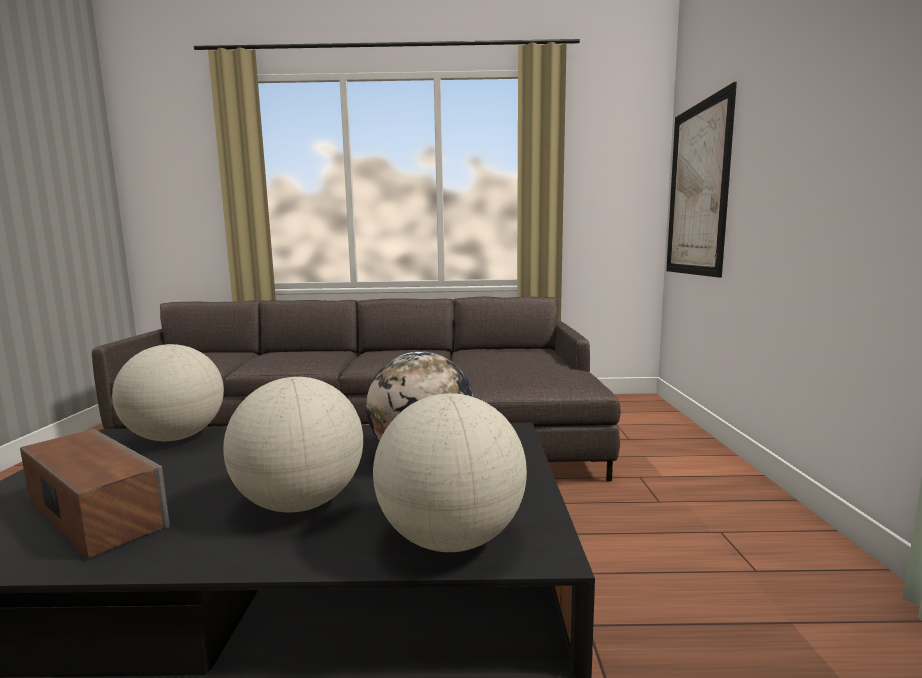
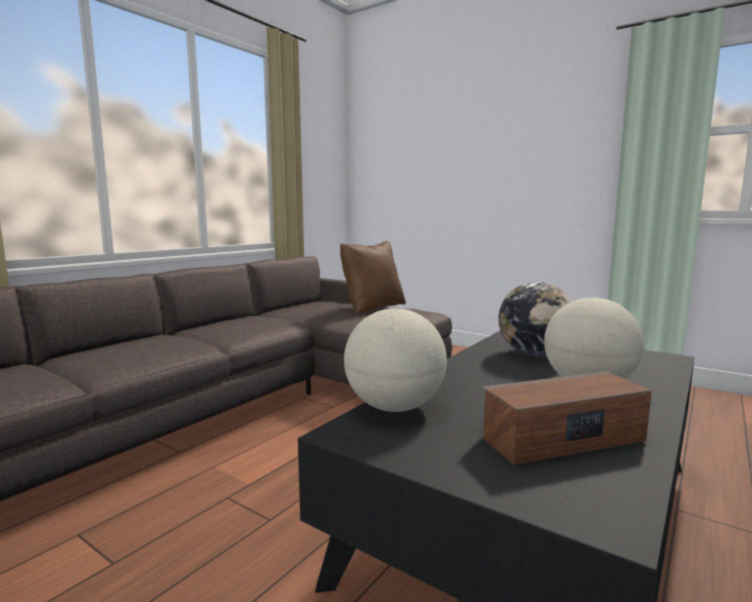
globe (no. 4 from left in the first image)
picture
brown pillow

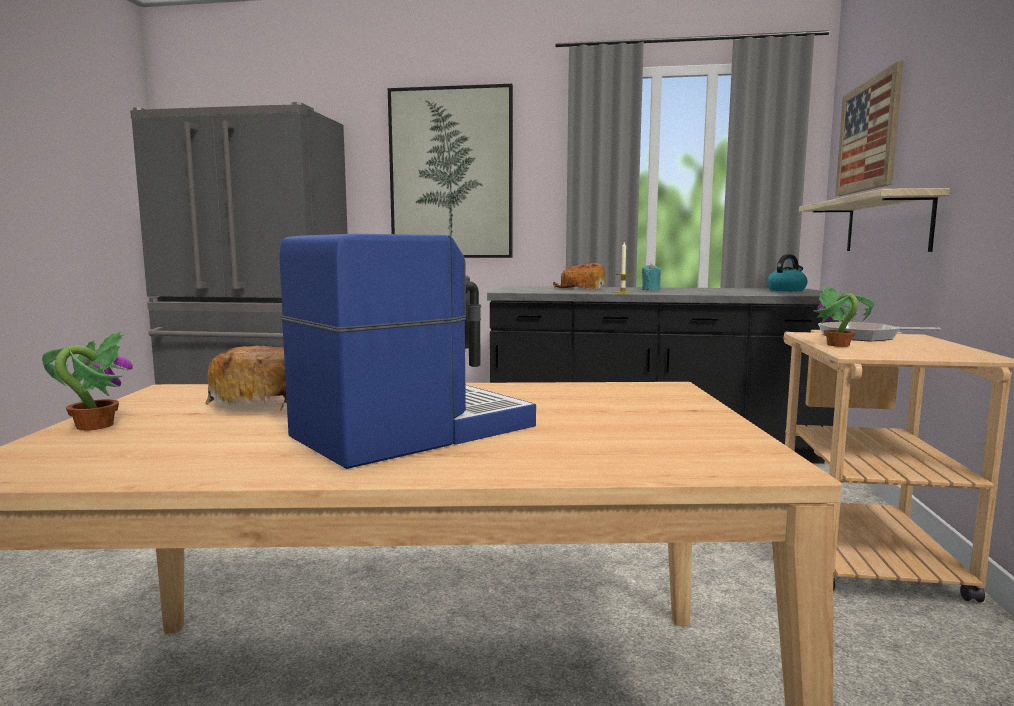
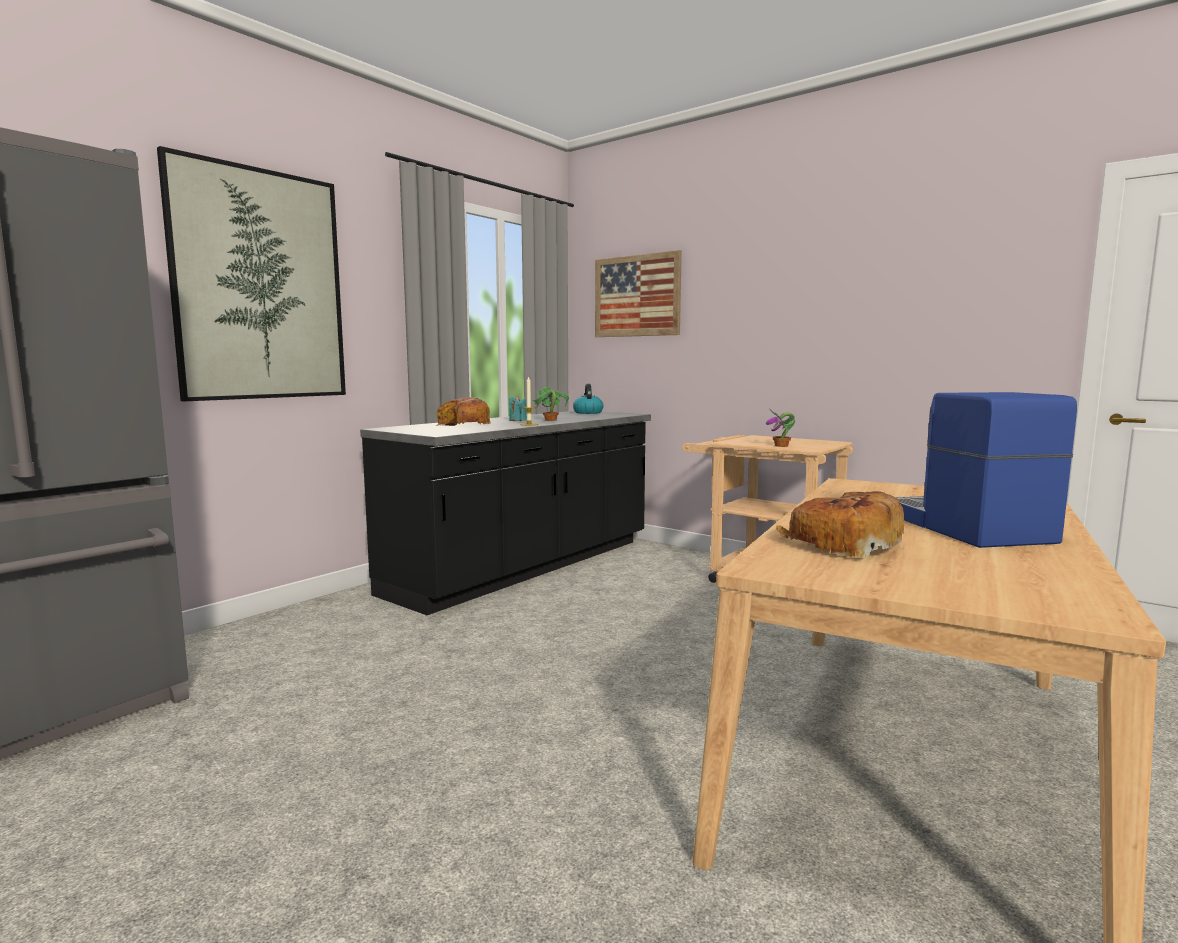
potted plant (no. 1 from left)
shelf
frying pan

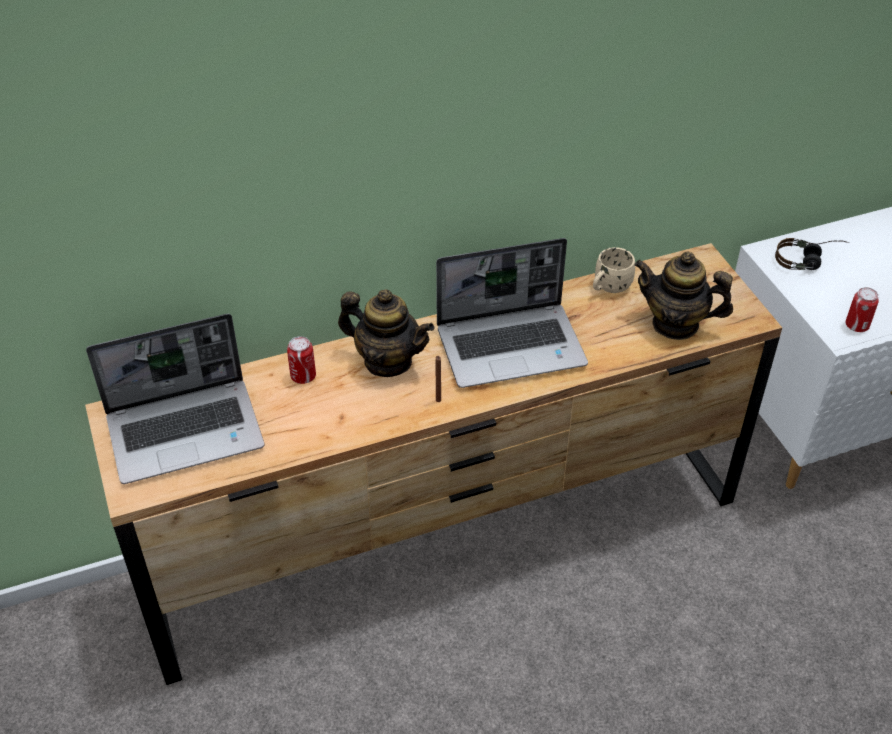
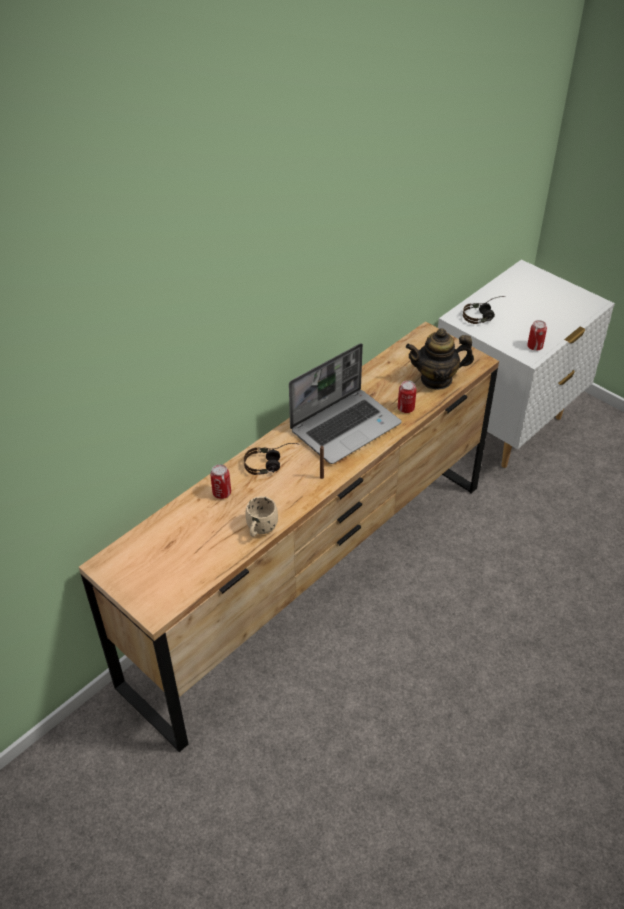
laptop (no. 1 from left in the first image)
headphones (no. 1 from left)
beige mug
can (no. 2 from left)

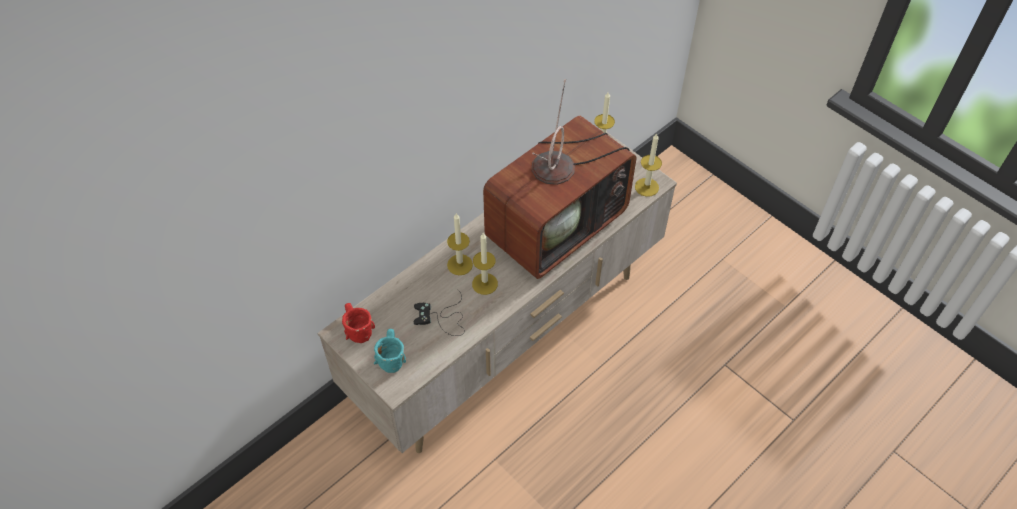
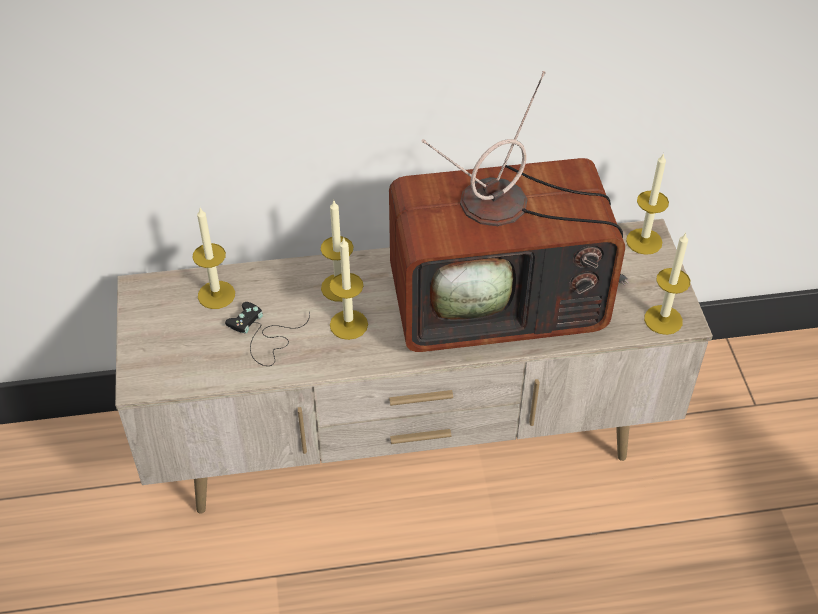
red mug
turquoise mug
candle (no. 1 from left)

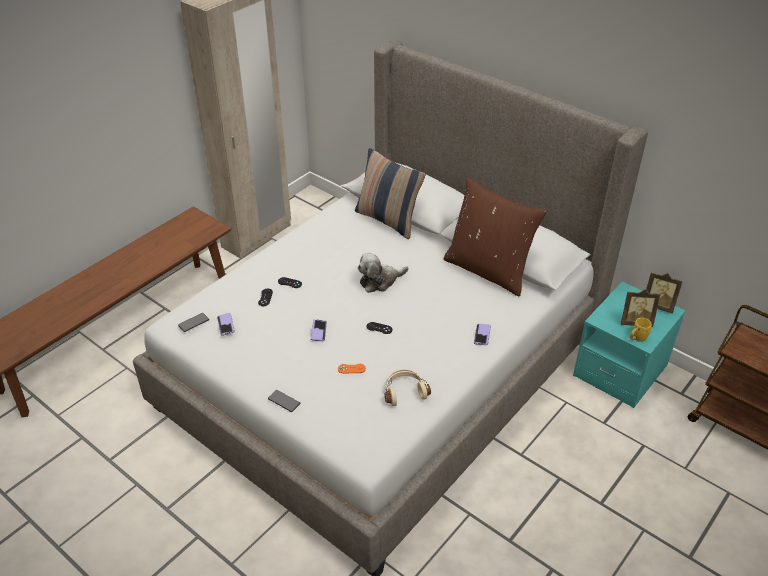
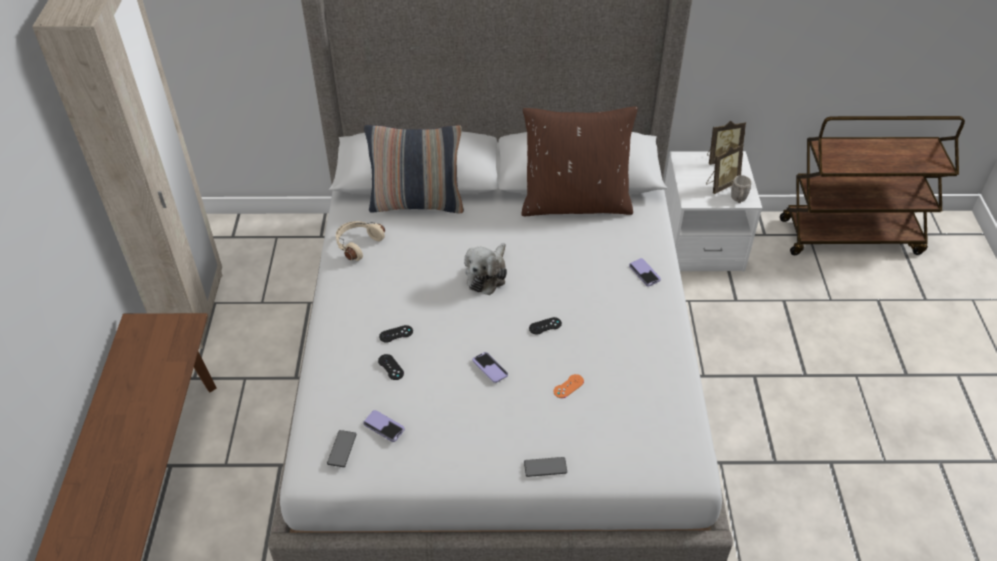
beige headphones
white nightstand
grey mug

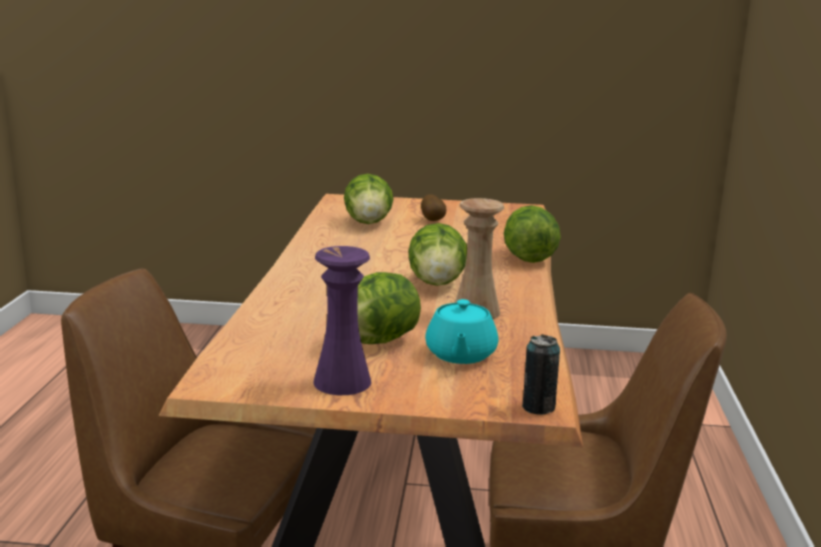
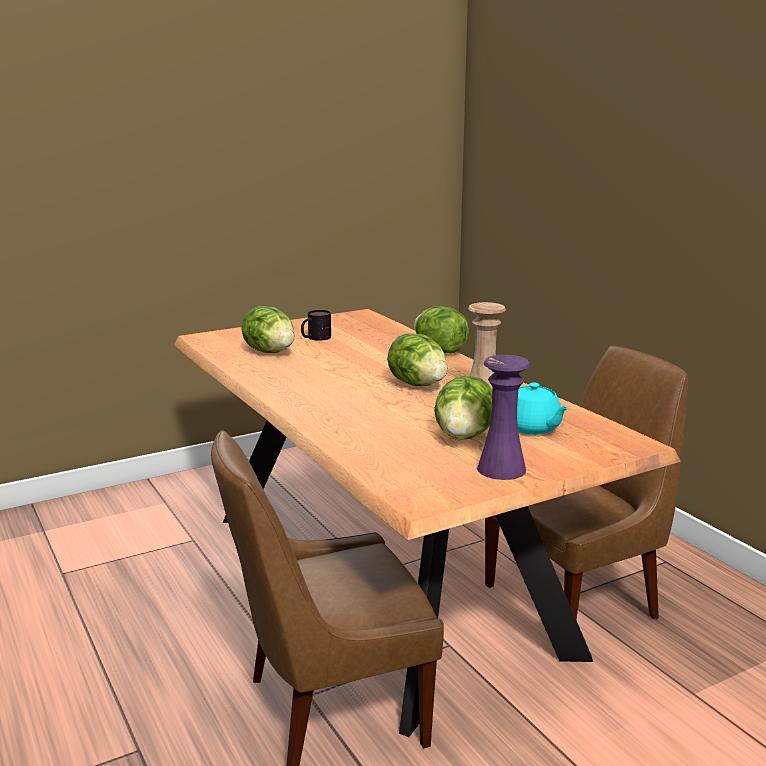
mug
can

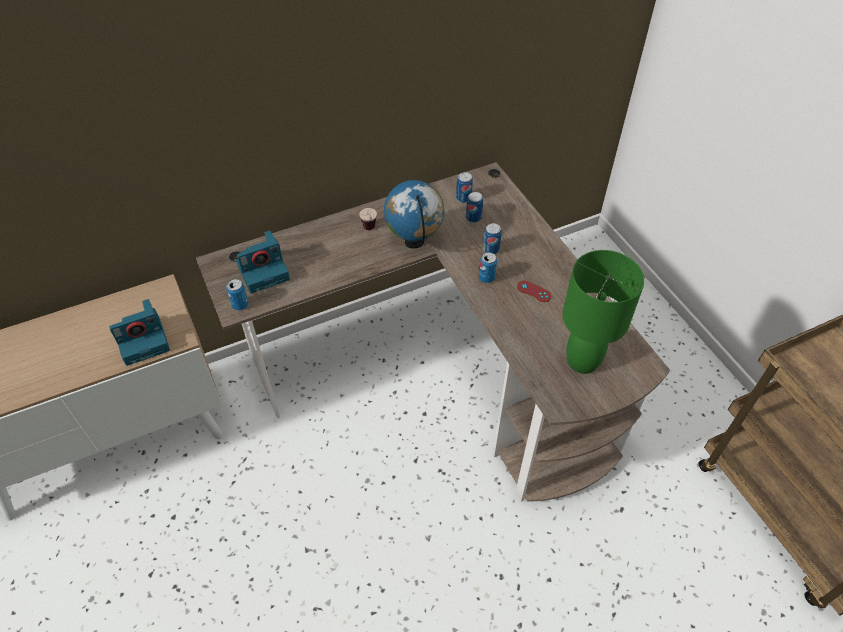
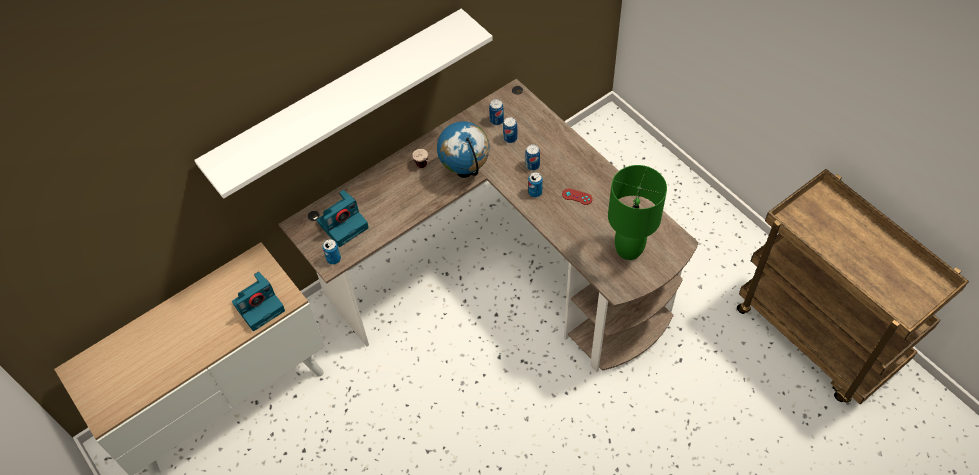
white shelf

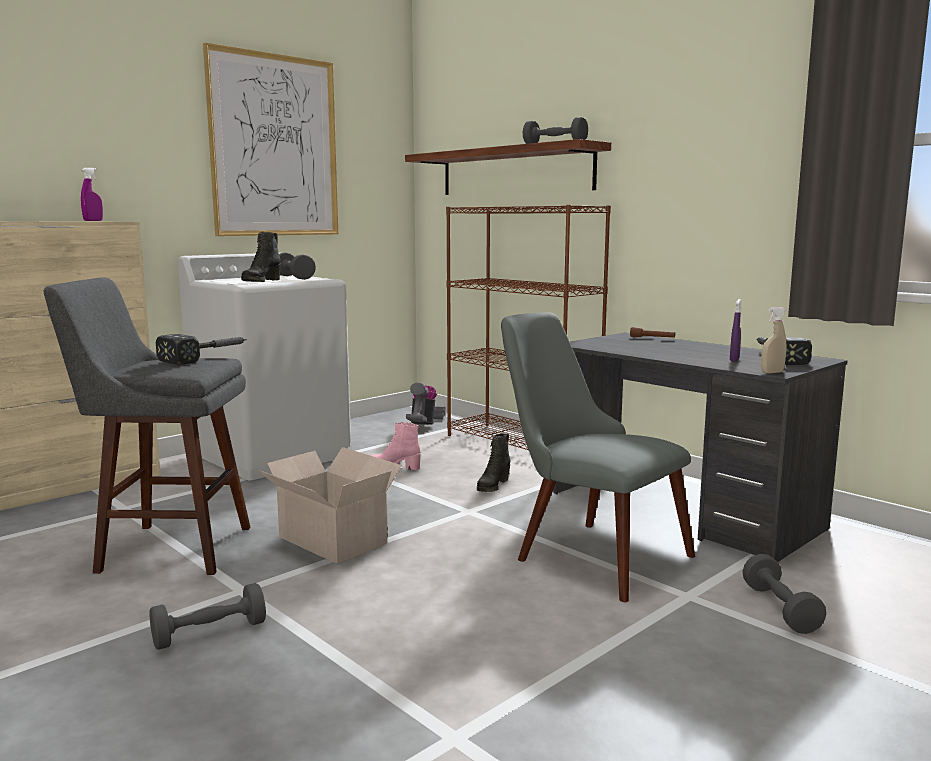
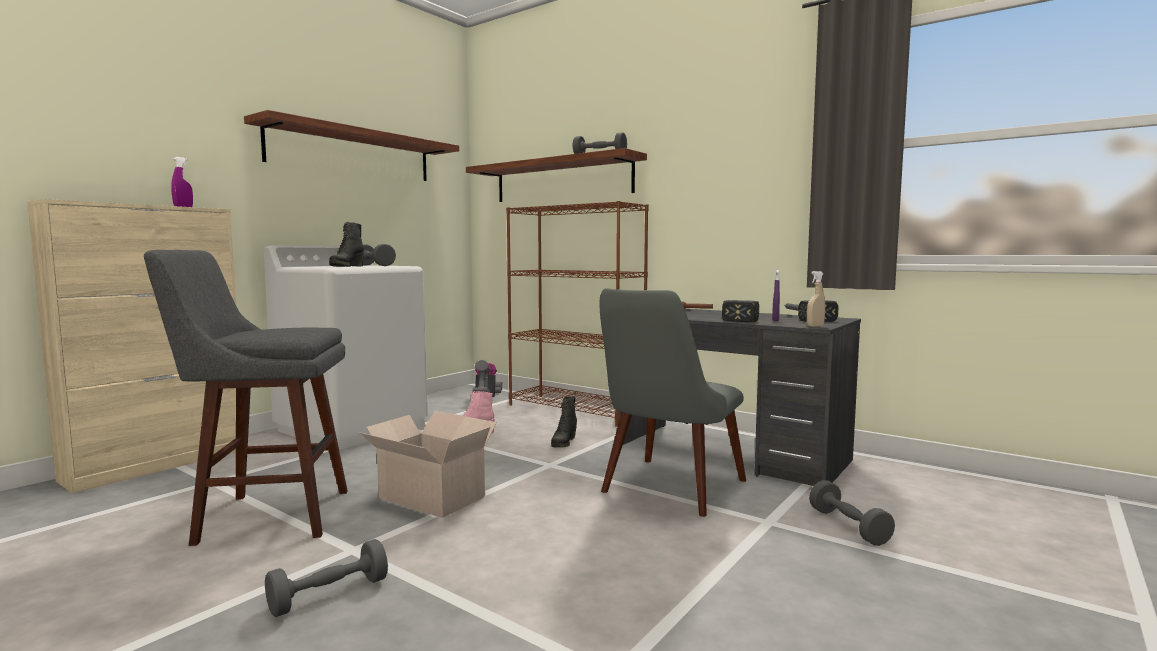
hammer (no. 1 from left)
shelf (no. 1 from left)
grey chair

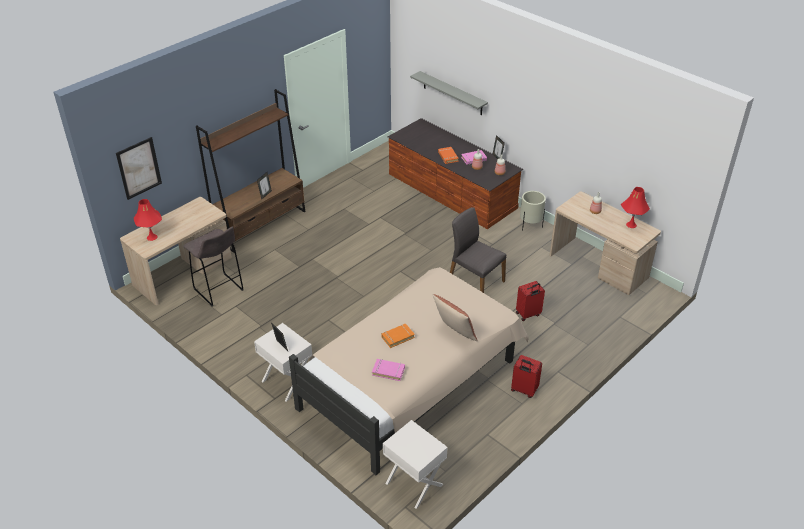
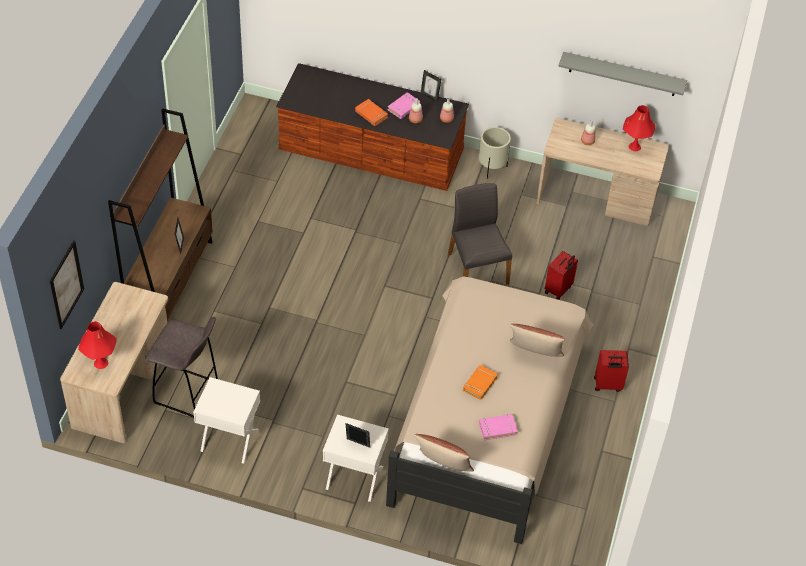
white nightstand (no. 1 from left)
grey shelf
grey chair
pillow (no. 1 from left)

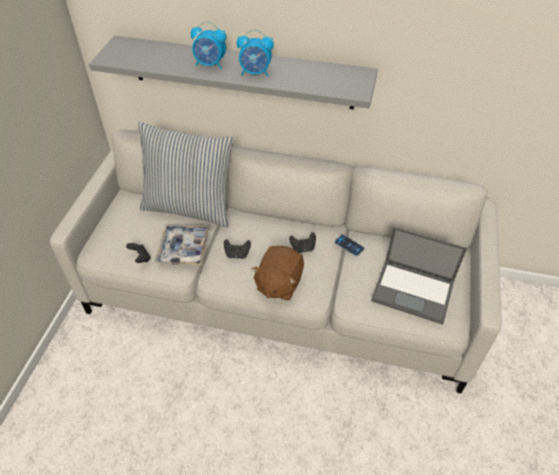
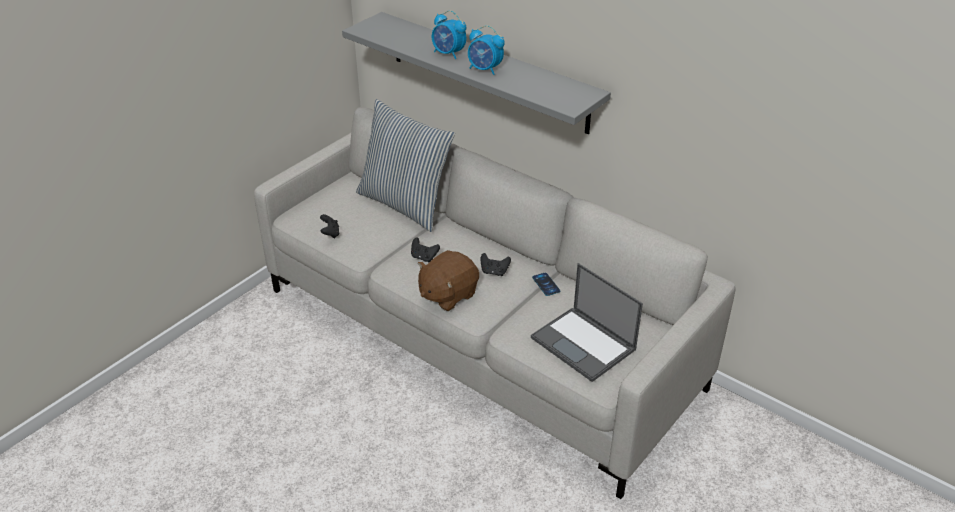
tray

